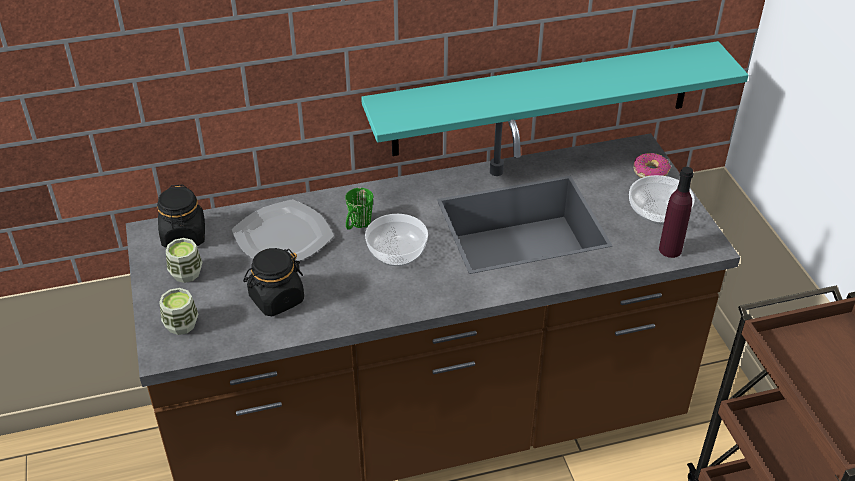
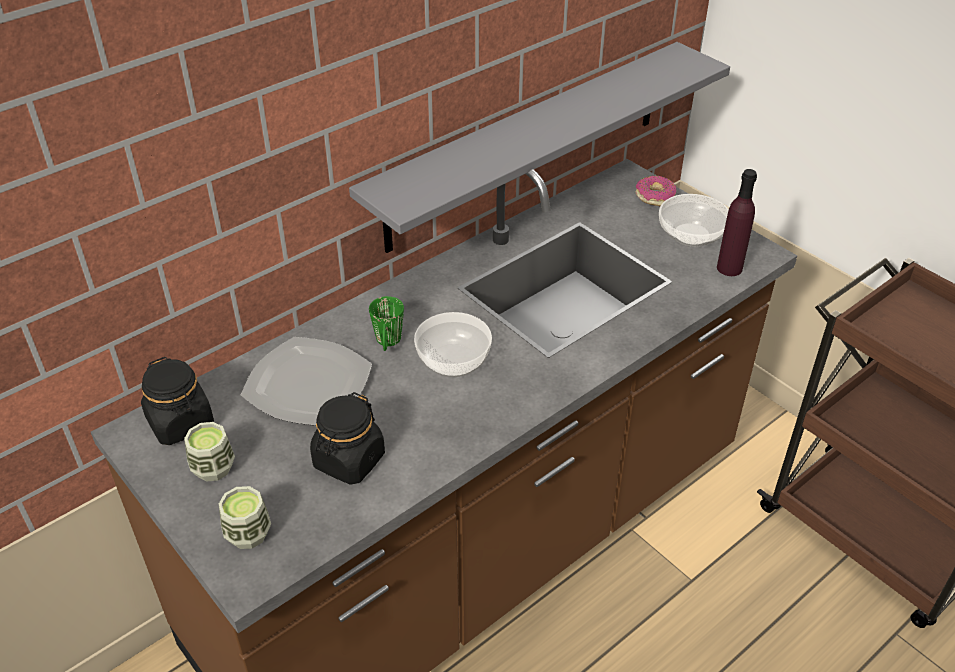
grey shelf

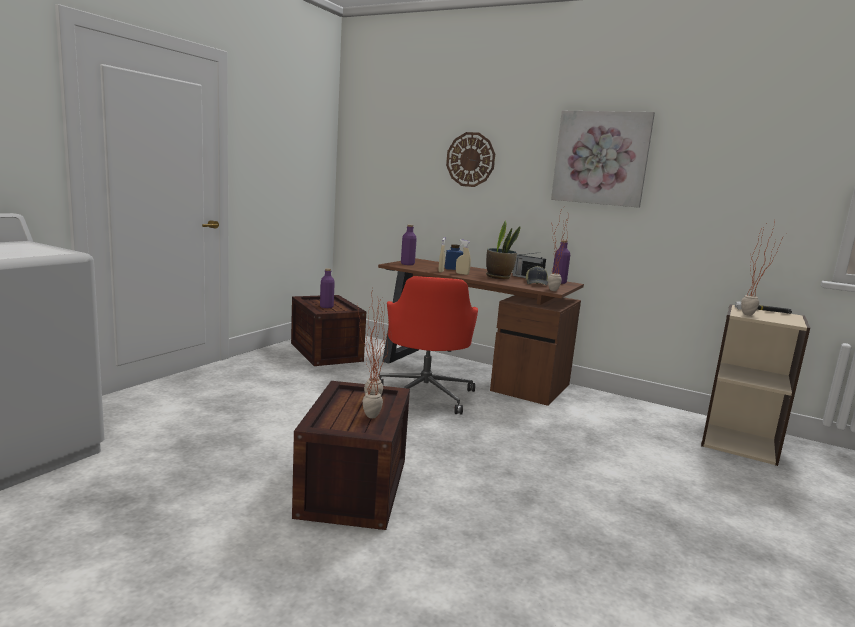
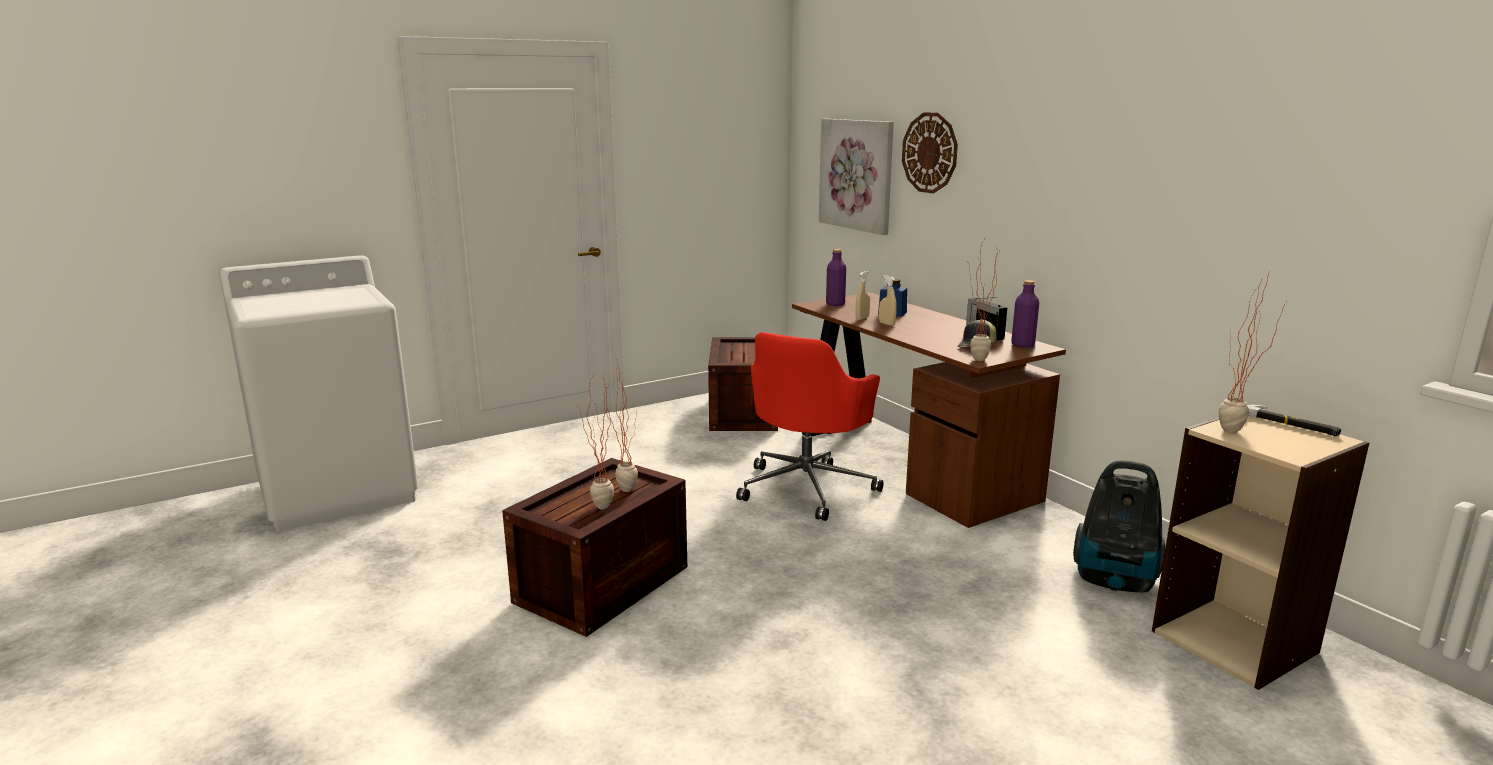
purple bottle (no. 1 from left in the first image)
potted plant (no. 3 from left in the first image)
picture
vacuum cleaner

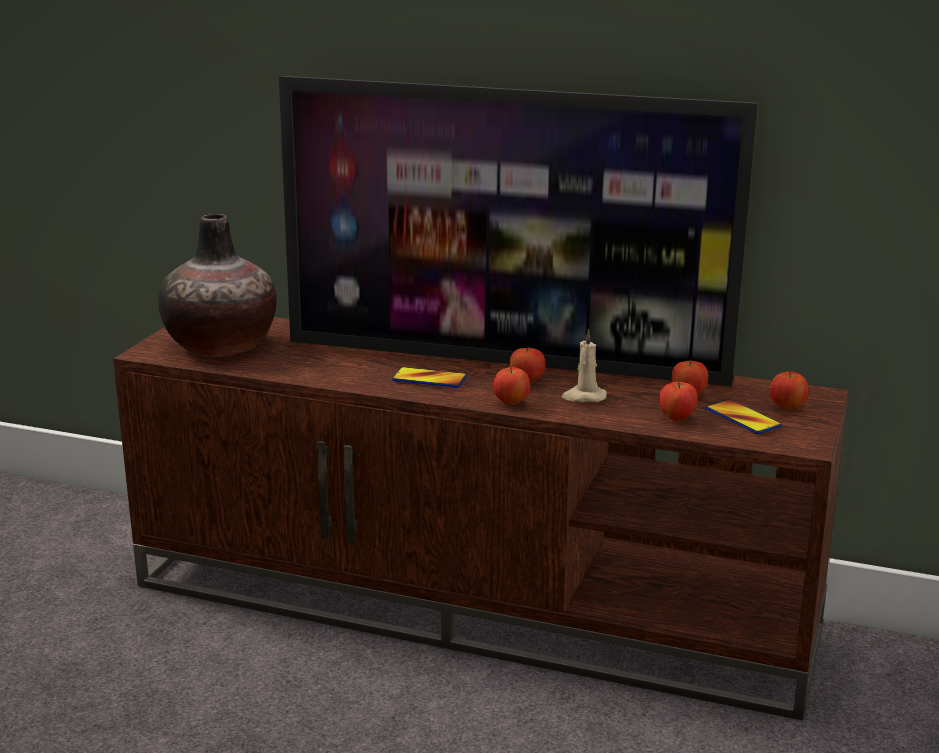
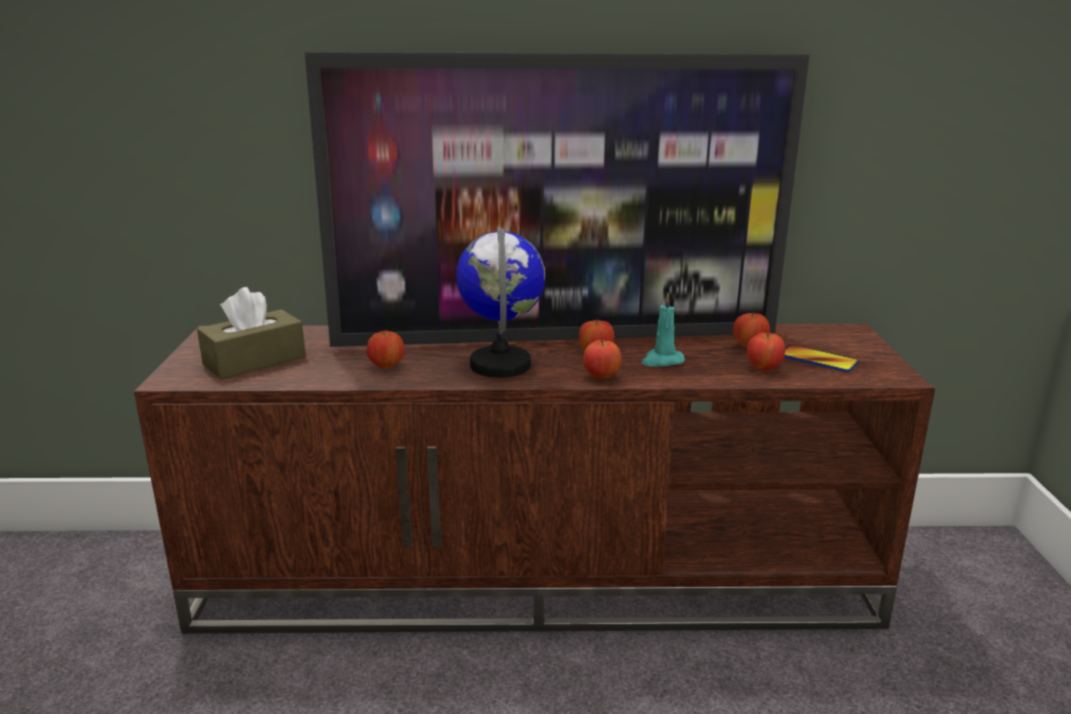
brown tissue box
globe
turquoise candle
apple (no. 1 from left)

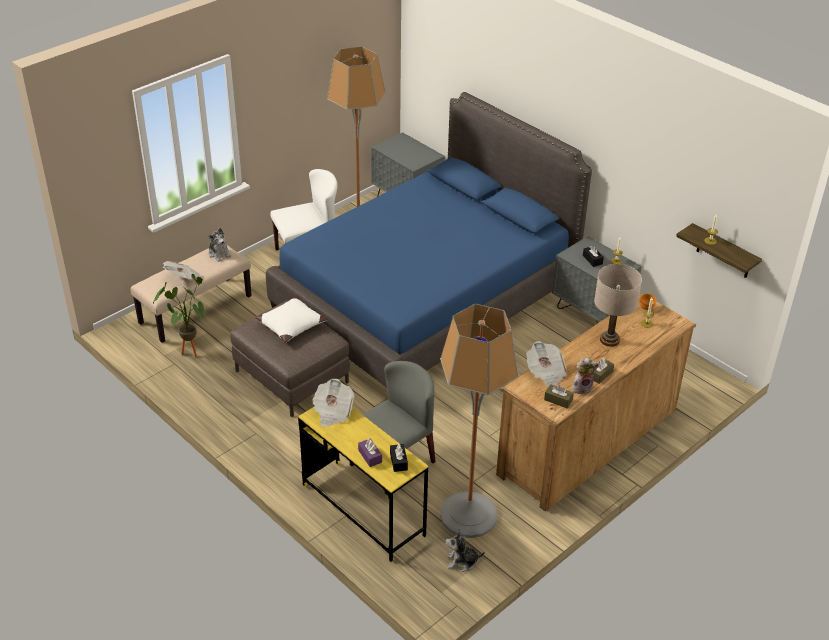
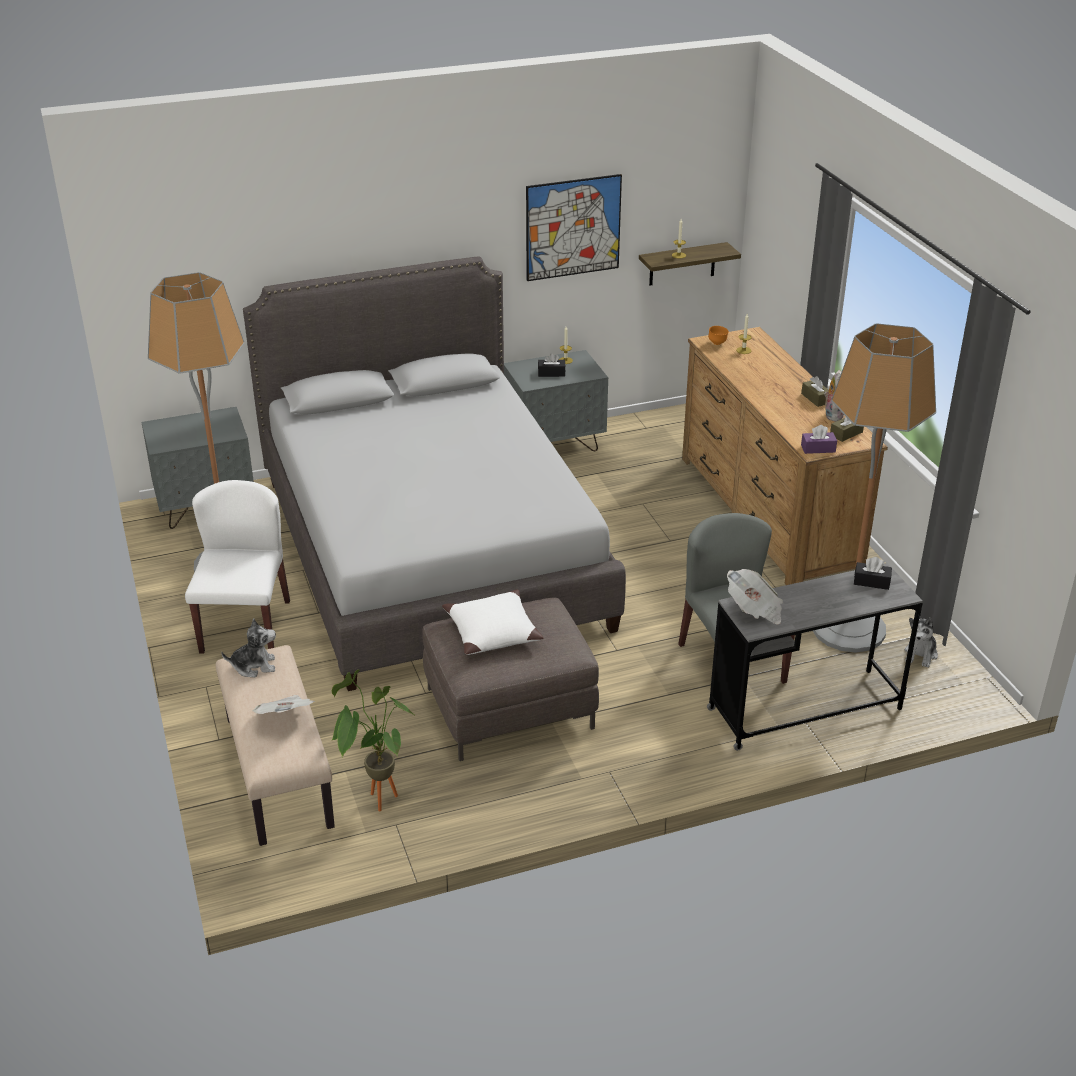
grey bed
grey desk
purple tissue box
newspaper (no. 3 from left in the first image)
beige table lamp
picture

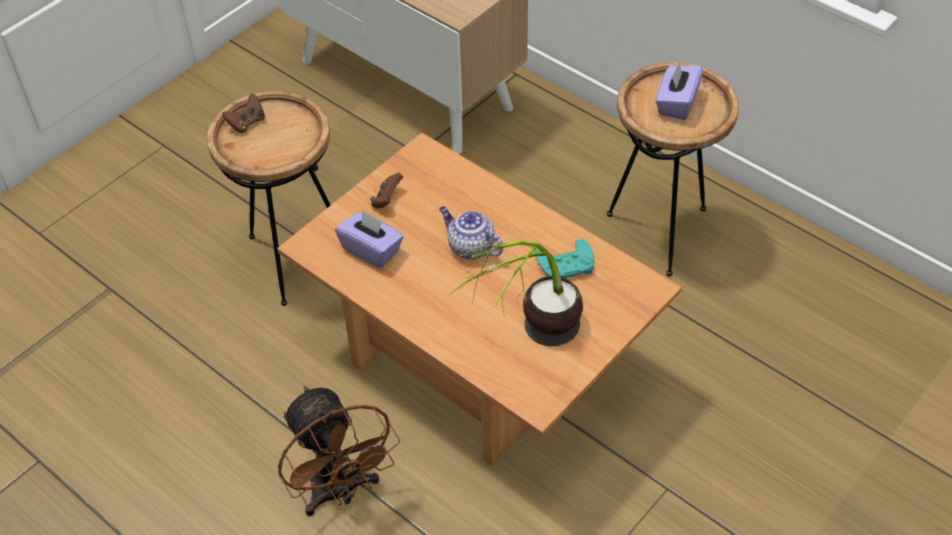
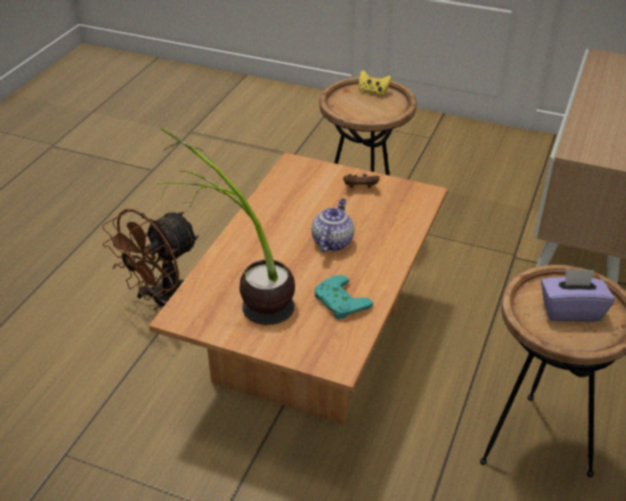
yellow game controller
purple tissue box (no. 1 from left in the first image)

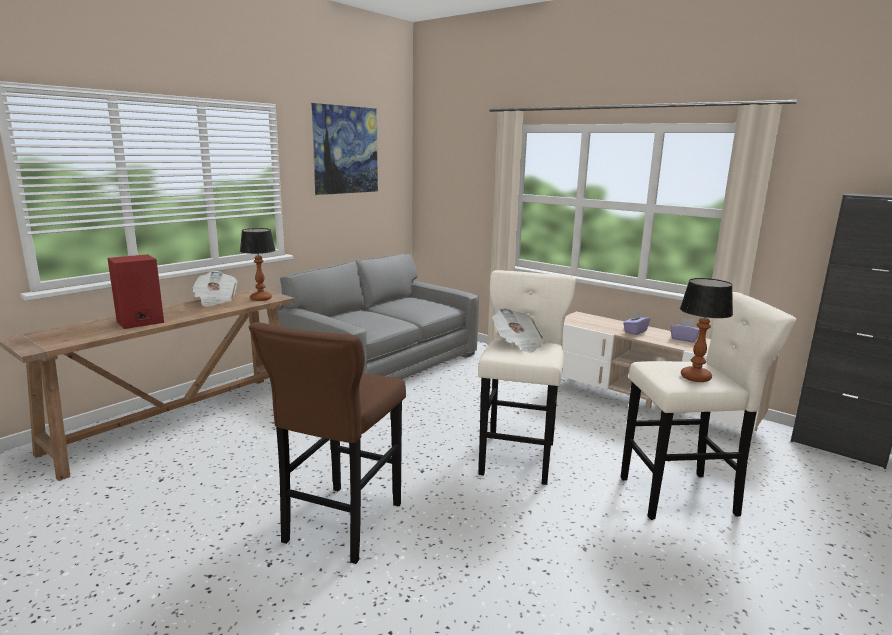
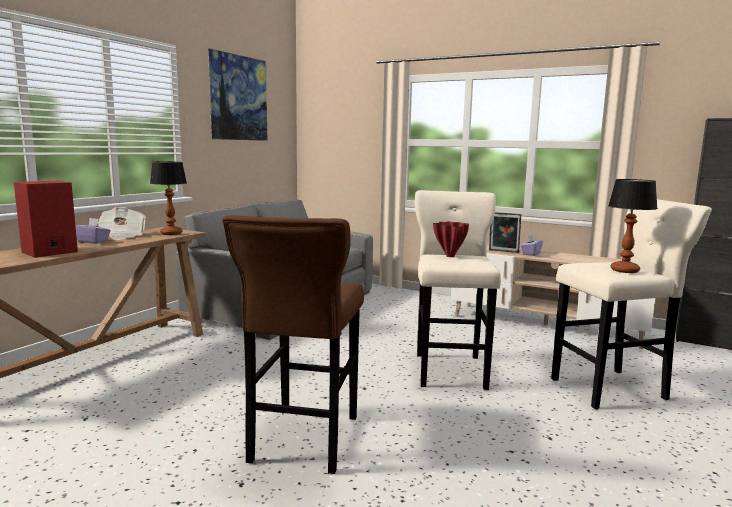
red vase
purple tissue box (no. 1 from left)
picture frame

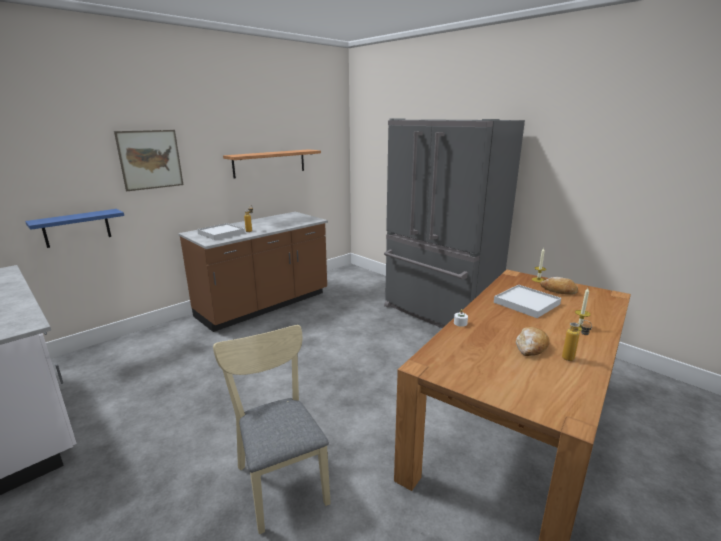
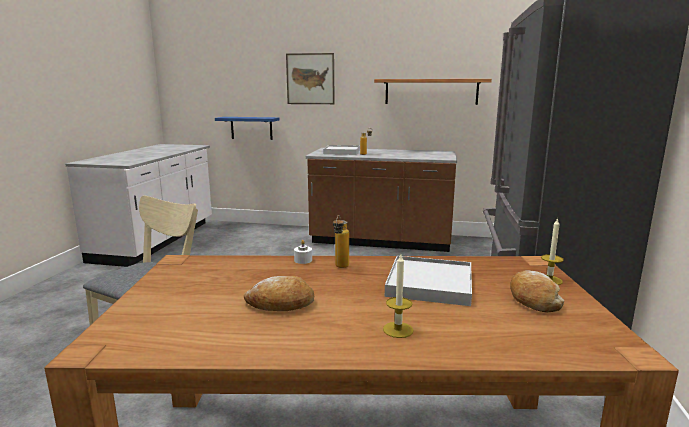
bottle (no. 1 from left)

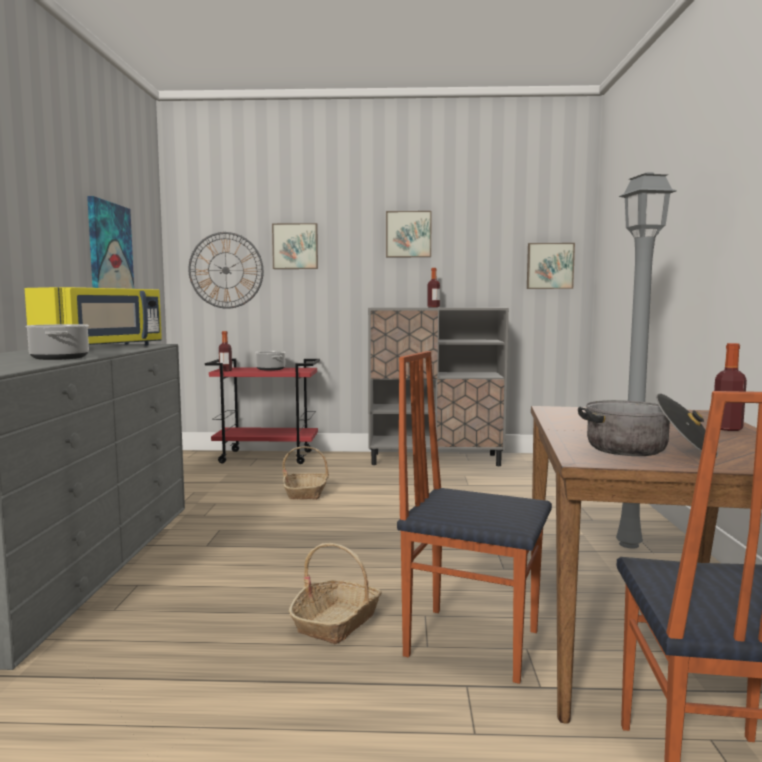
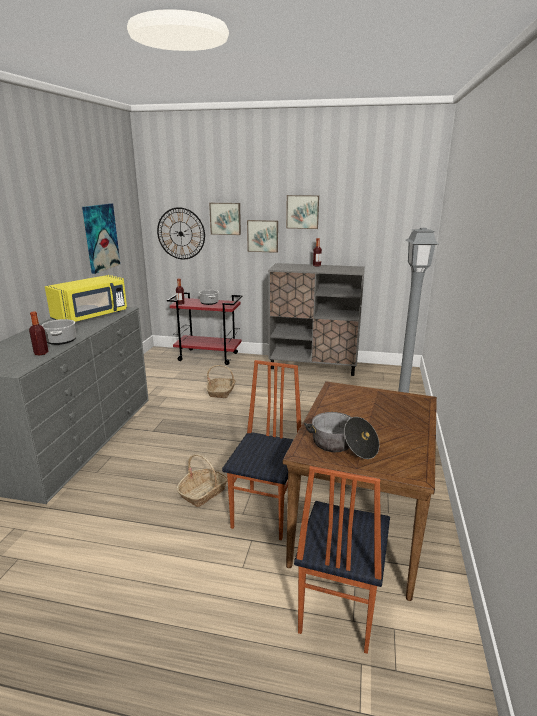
chair (no. 1 from left)
picture (no. 3 from left)
bottle (no. 1 from left)

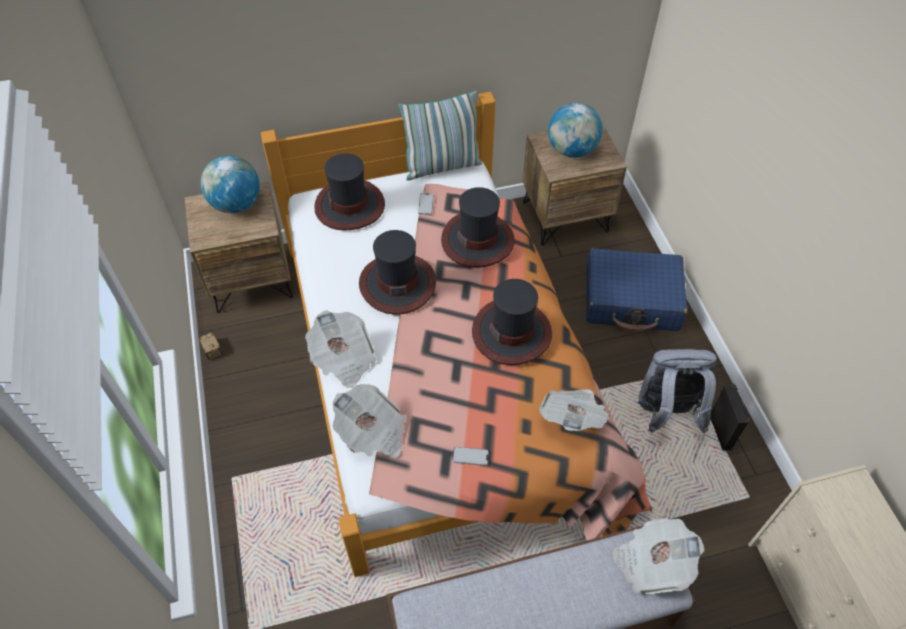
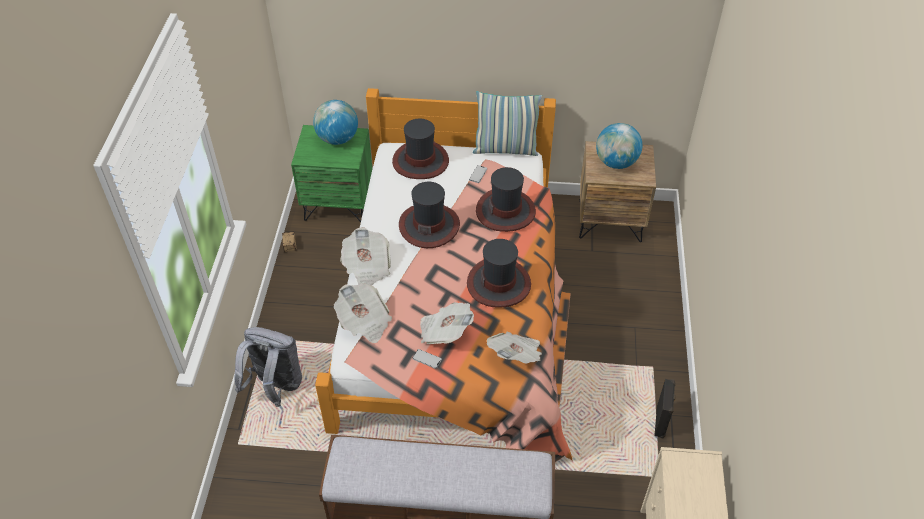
green nightstand
blue suitcase
newspaper (no. 3 from left)
grey backpack

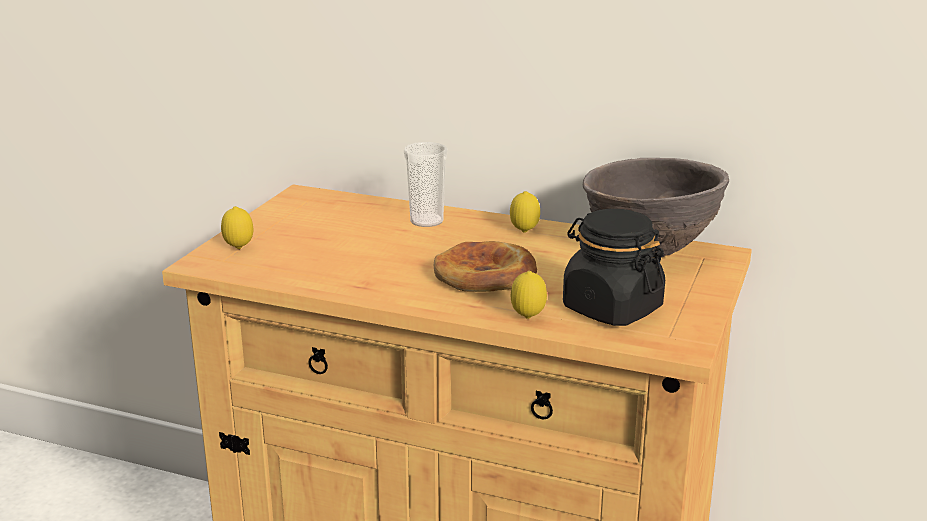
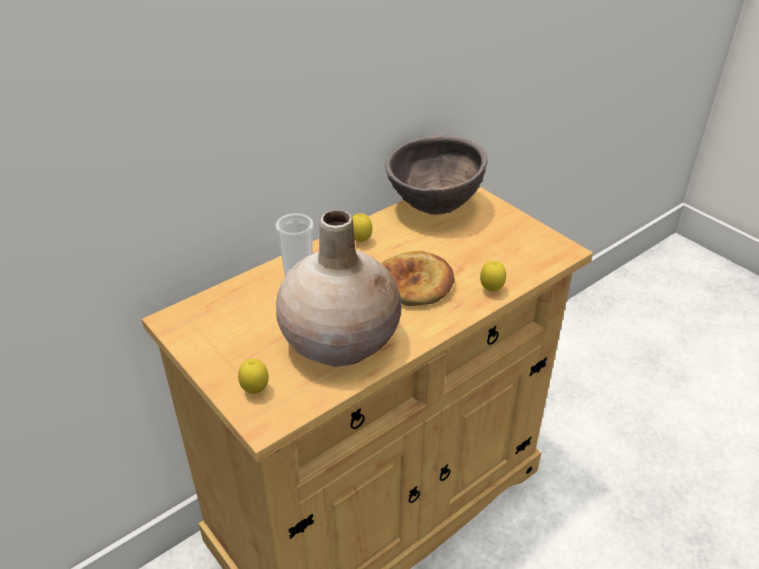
black jar
beige vase

